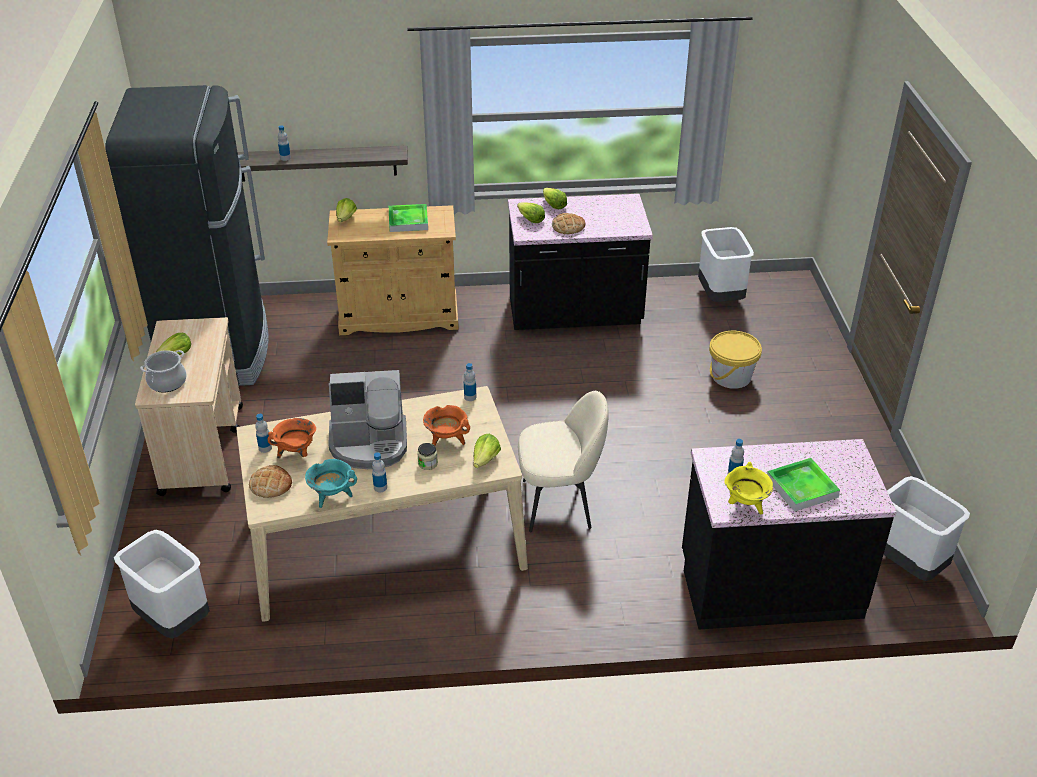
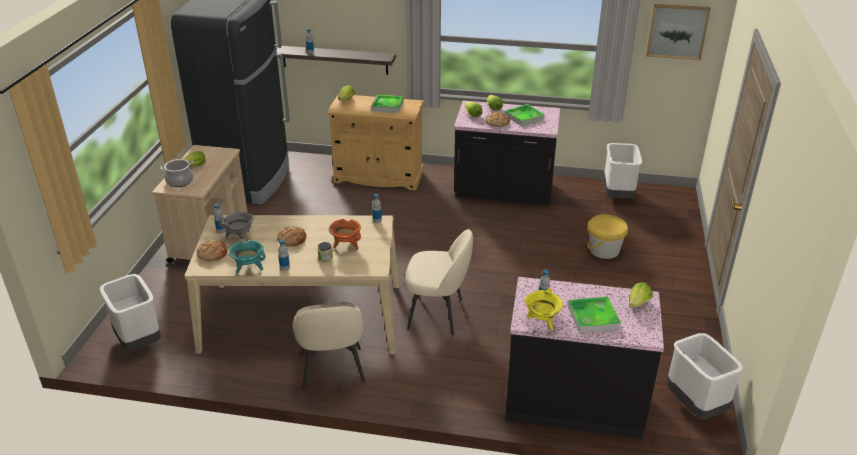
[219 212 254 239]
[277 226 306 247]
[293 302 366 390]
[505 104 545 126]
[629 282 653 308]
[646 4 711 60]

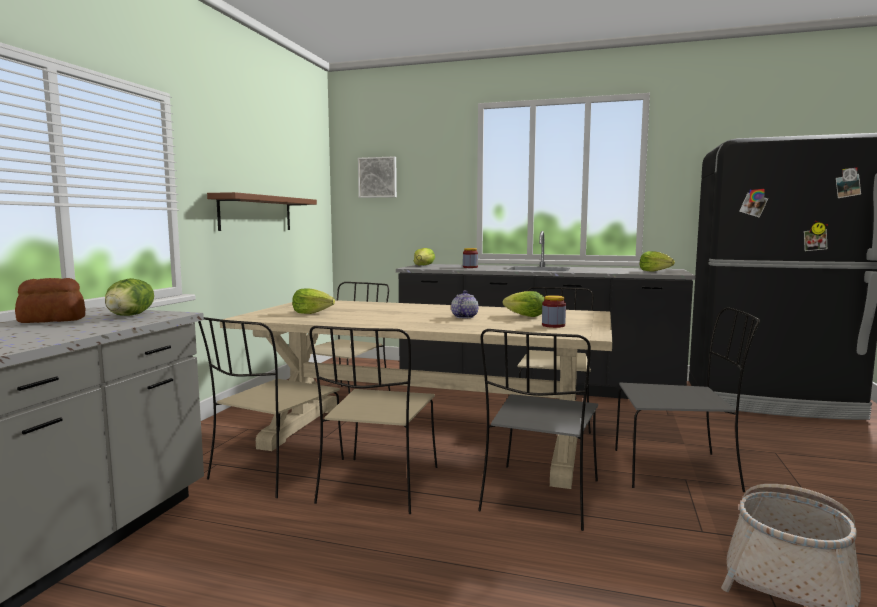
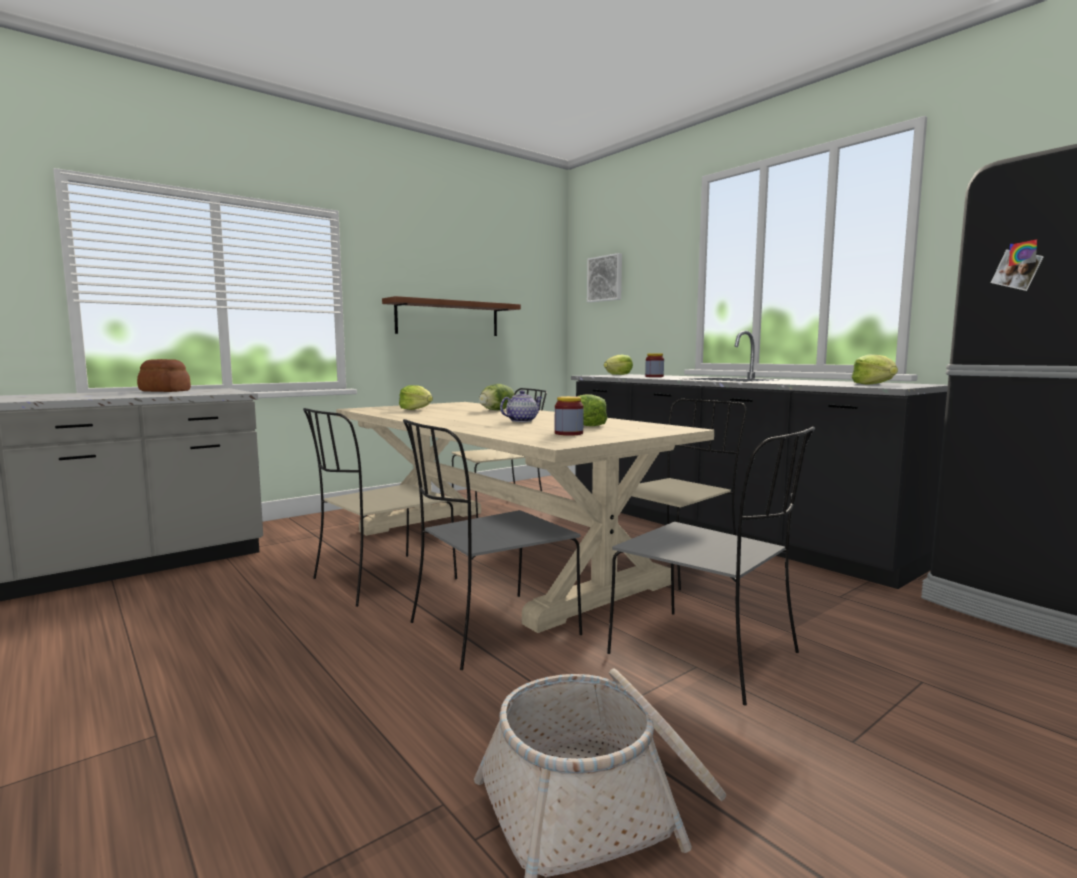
[479 384 514 410]
[198 317 344 498] (first image)

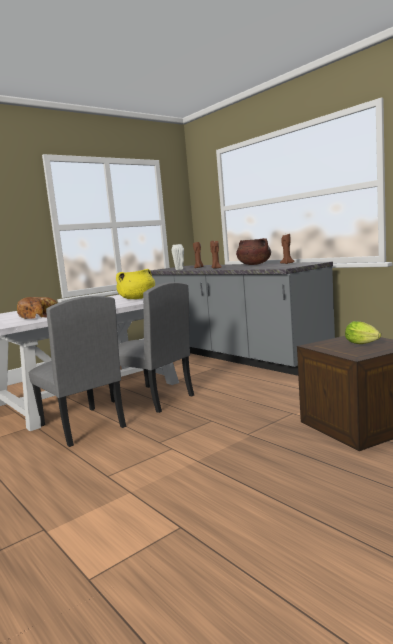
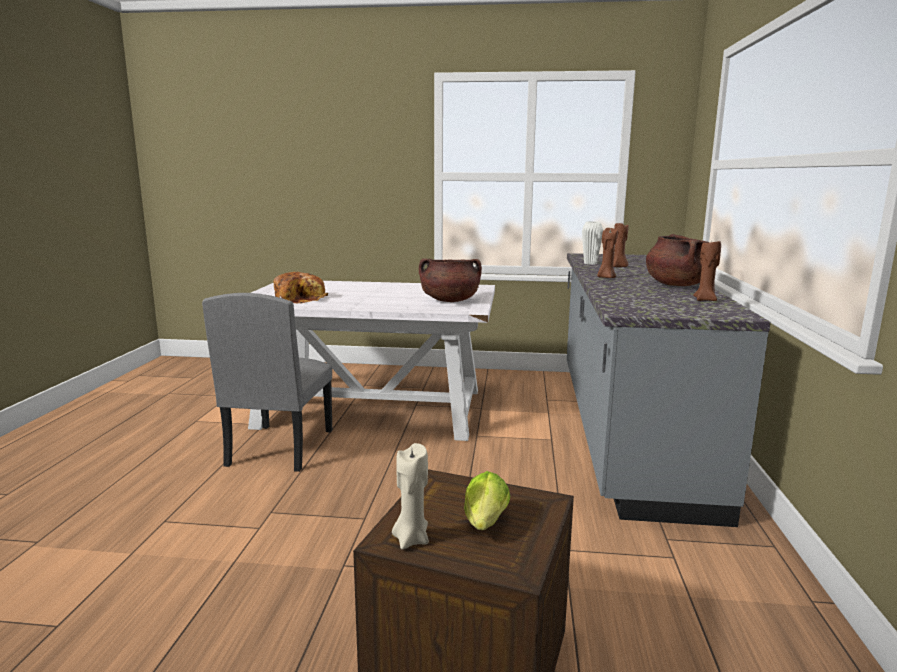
[392 443 429 549]
[419 258 482 302]
[109 282 194 413] (first image)

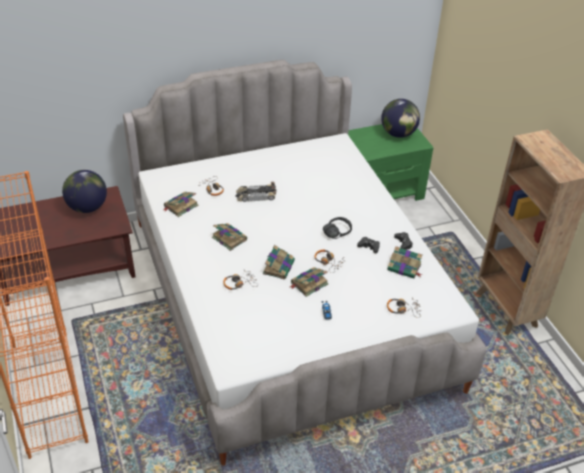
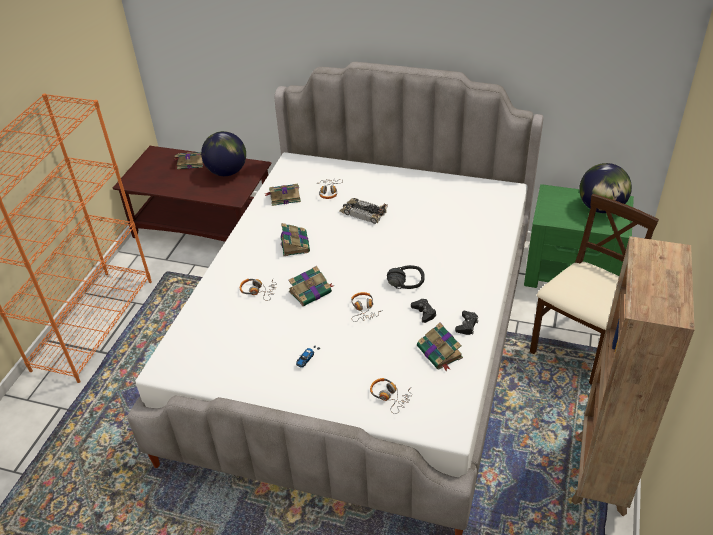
[174 152 203 169]
[530 194 659 385]

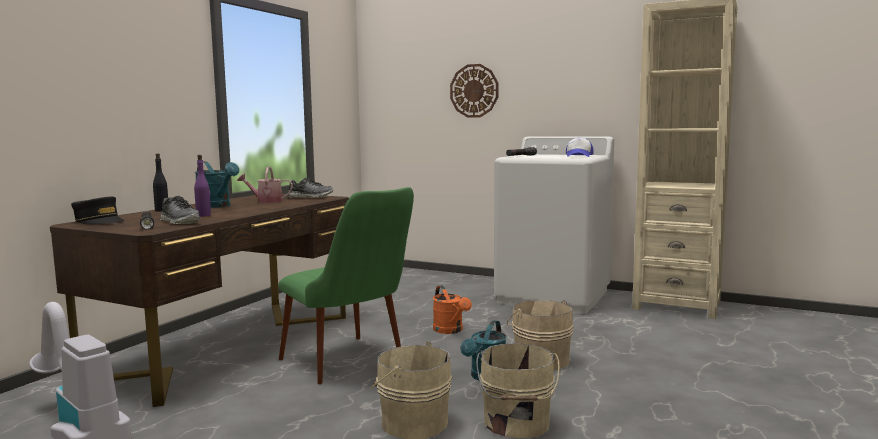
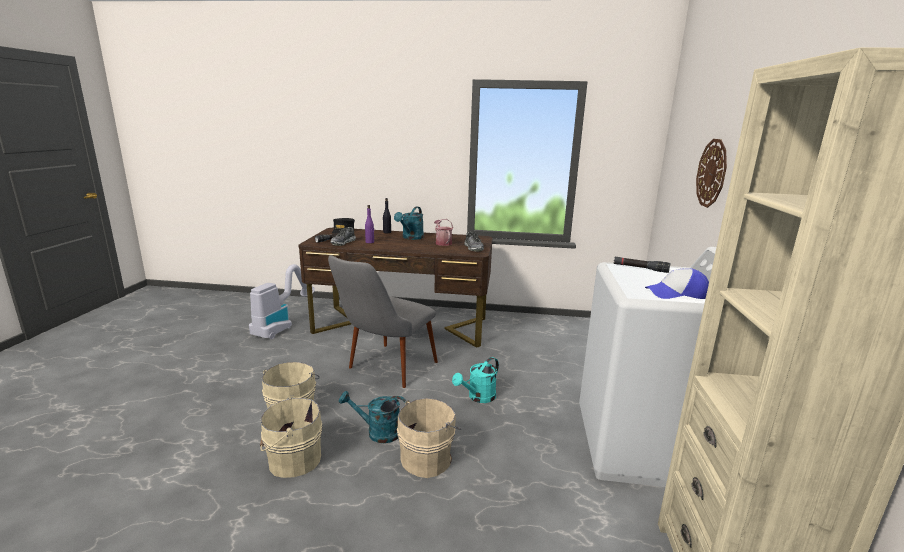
[328 255 438 388]
[452 357 499 403]

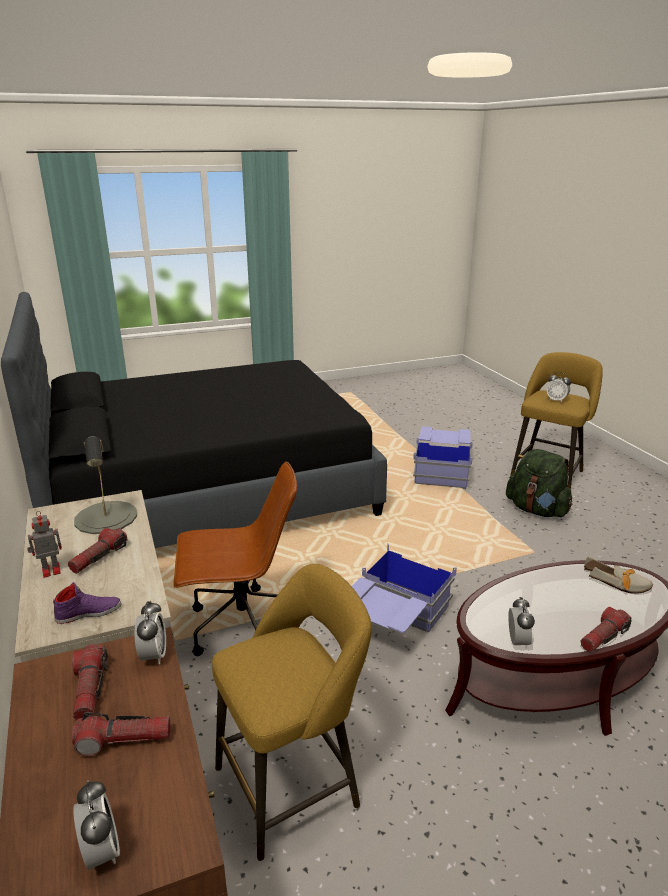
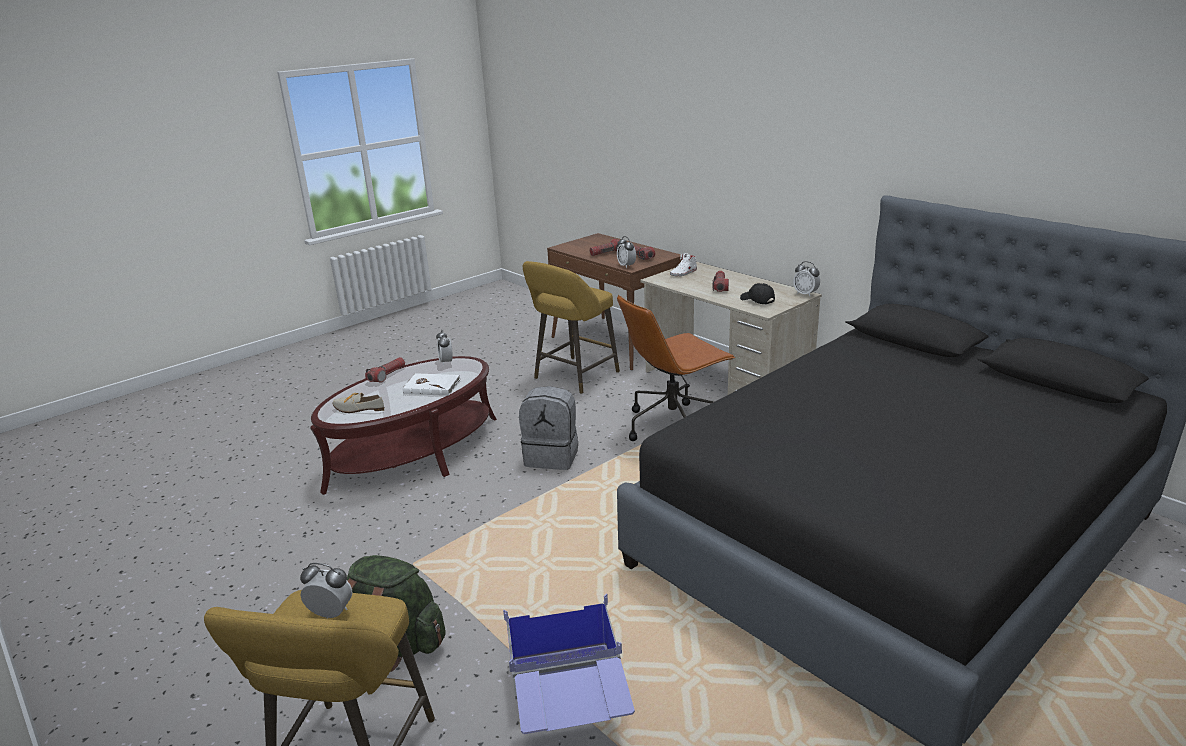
[402 373 460 396]
[519 386 578 470]
[670 253 697 276]
[740 283 775 304]
[793 261 820 296]
[27 511 62 578] (first image)

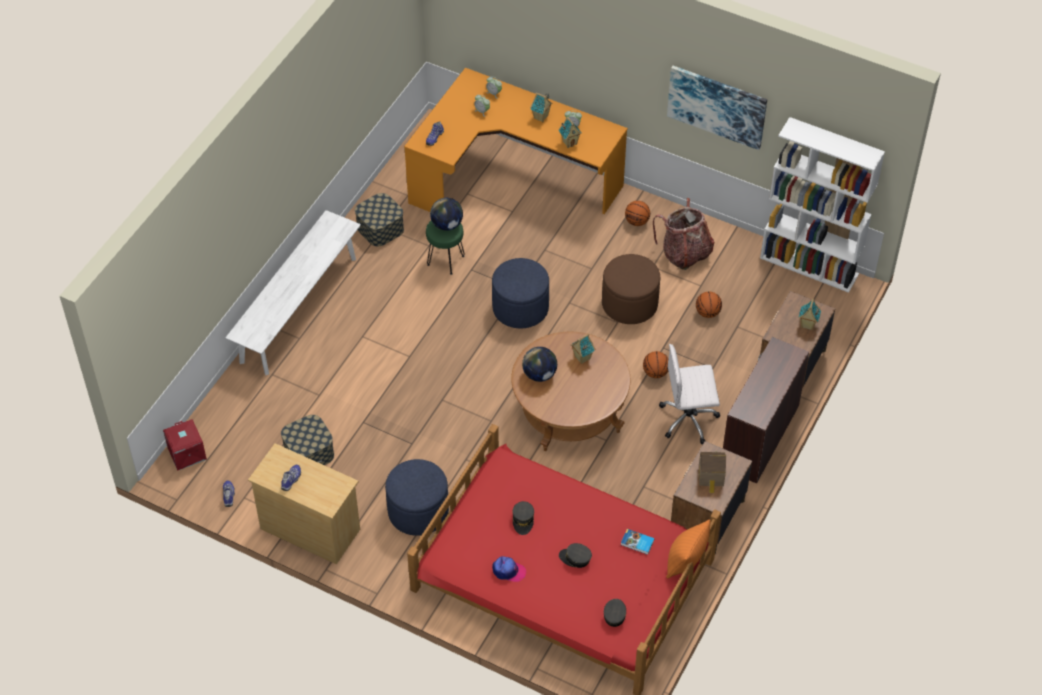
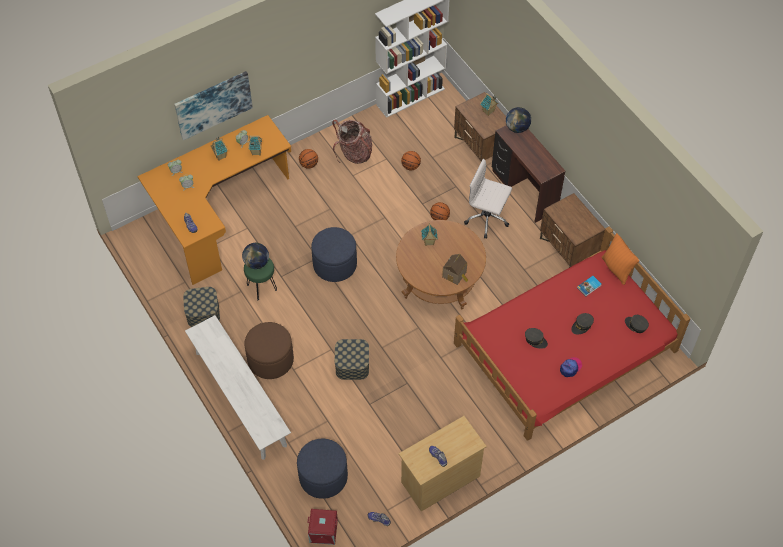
[174 71 253 140]
[244 322 294 379]
[297 439 348 499]
[335 339 369 380]
[442 254 468 285]
[464 159 512 239]
[506 107 531 133]

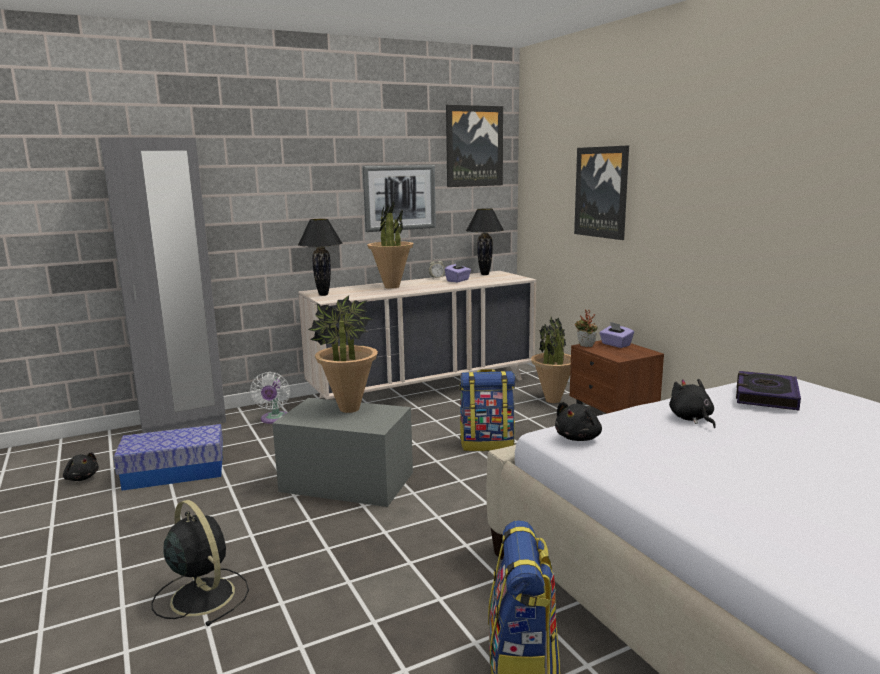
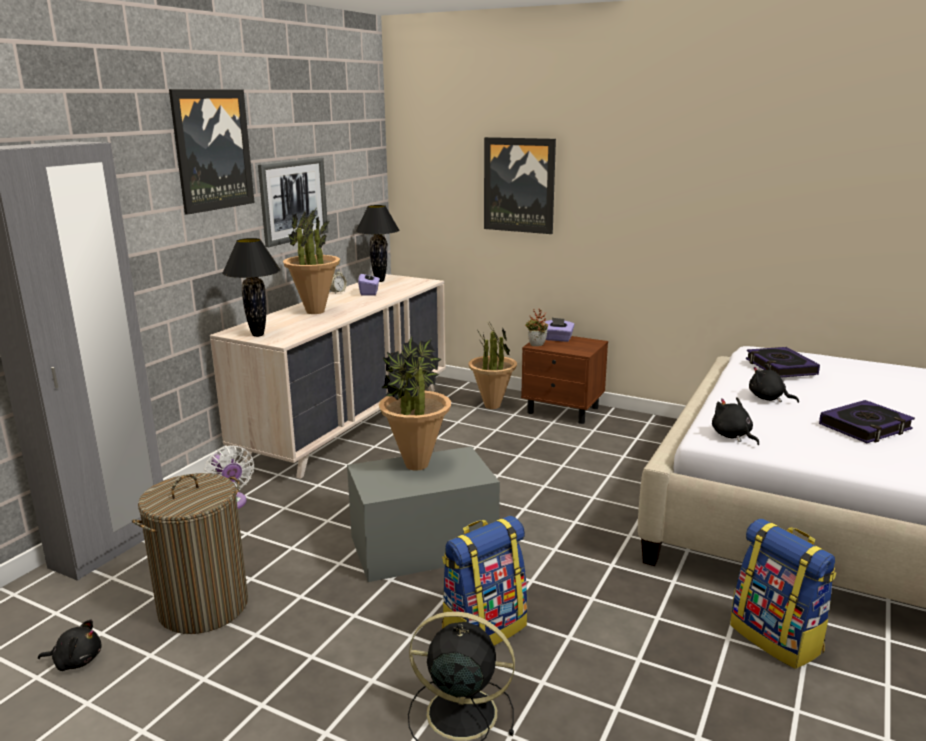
[132 473 248 634]
[169 89 255 215]
[442 516 528 646]
[712 397 759 445]
[819 400 915 443]

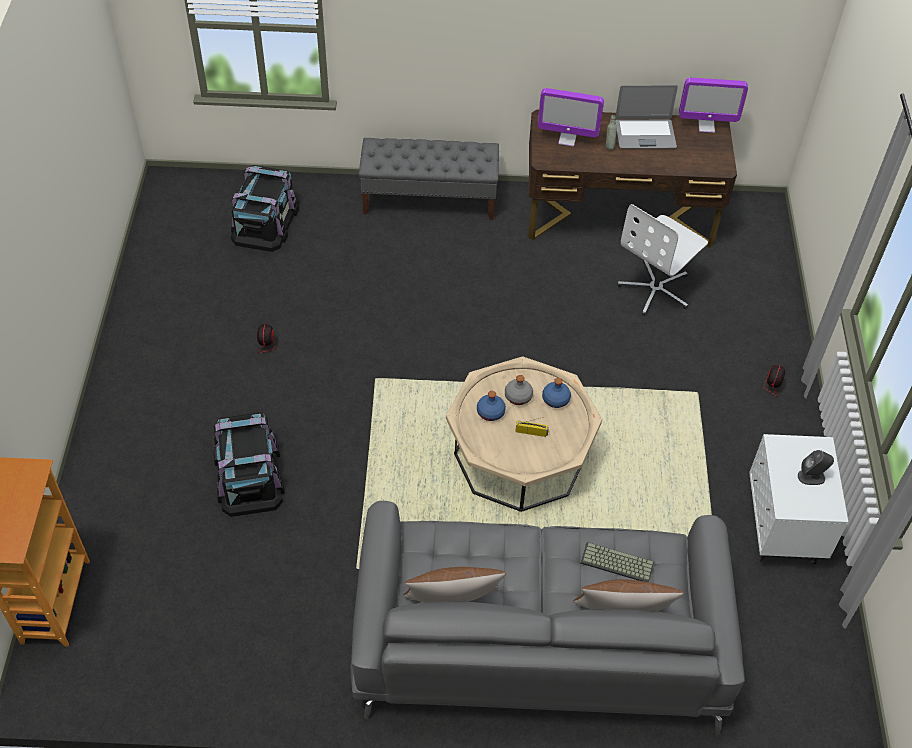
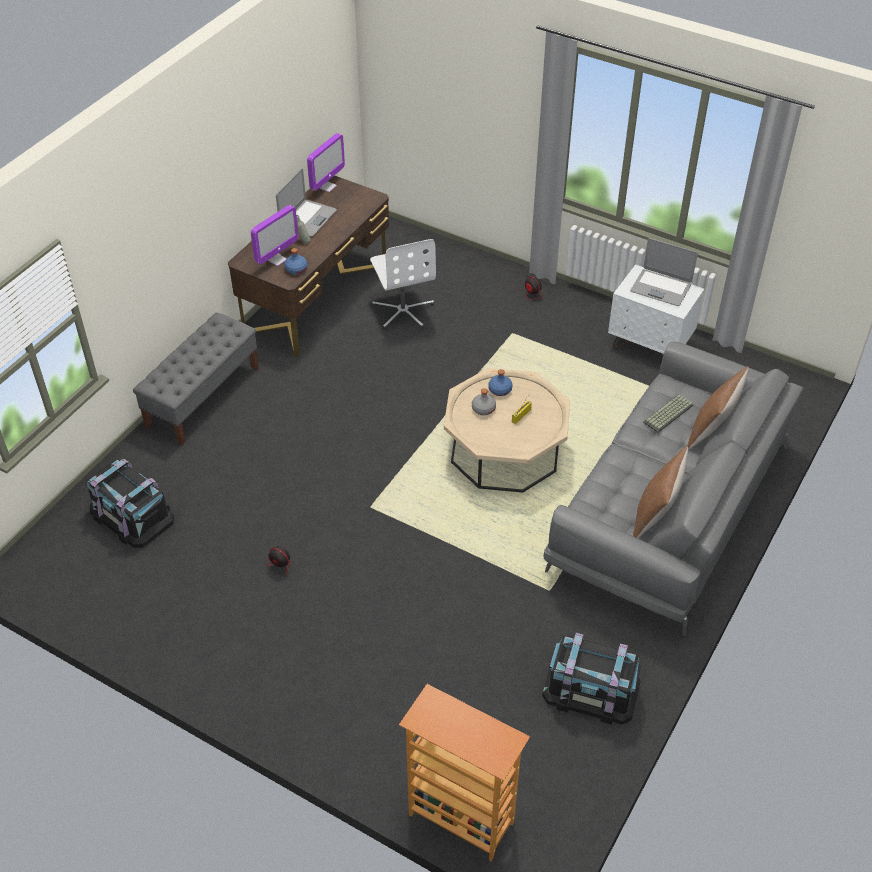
[284 248 307 274]
[542 632 641 725]
[630 238 698 306]

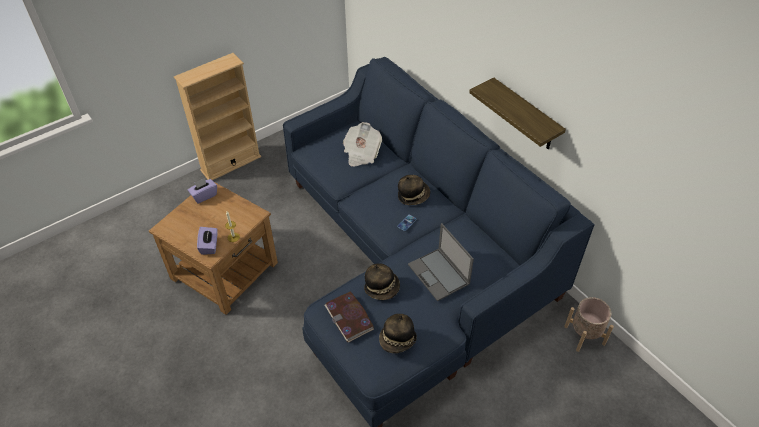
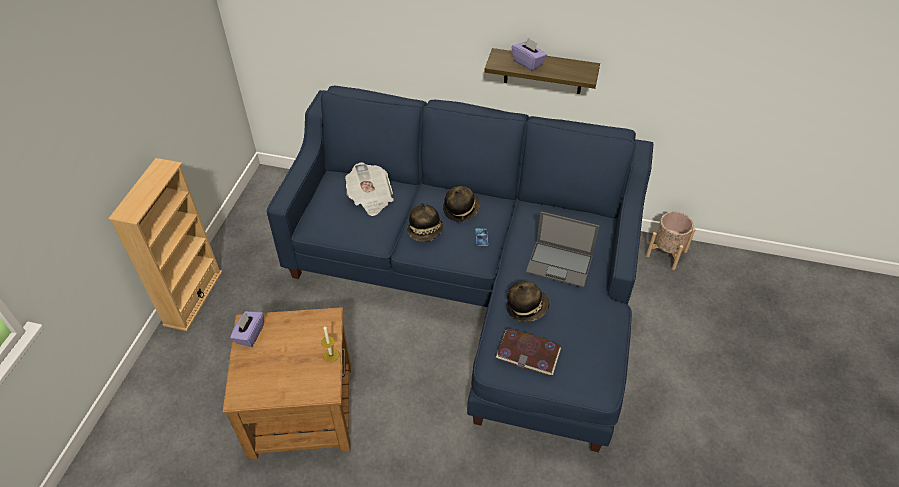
[407 203 444 242]
[511 38 547 71]

